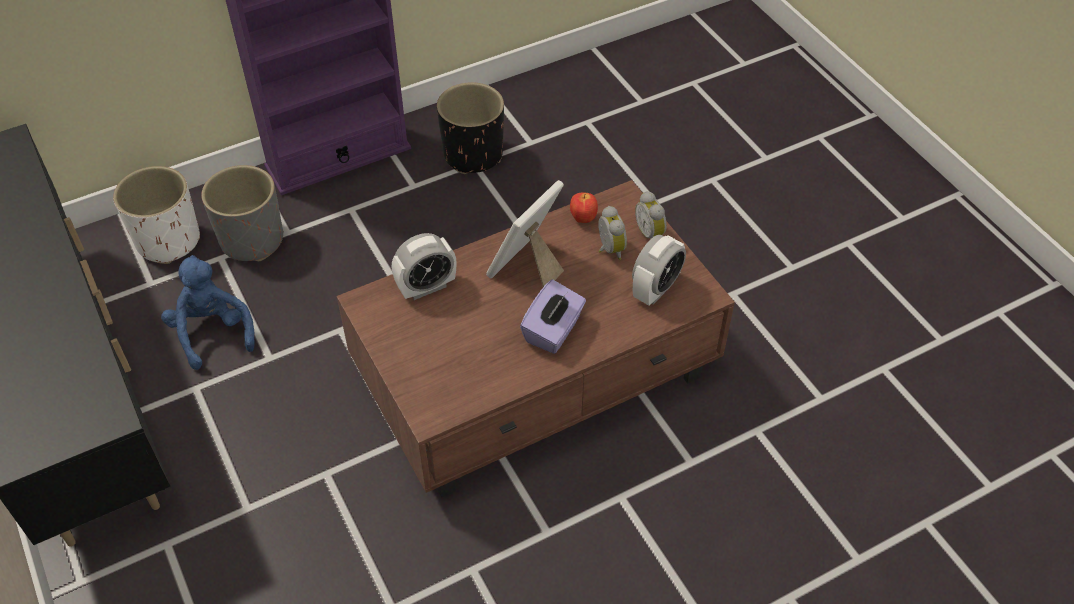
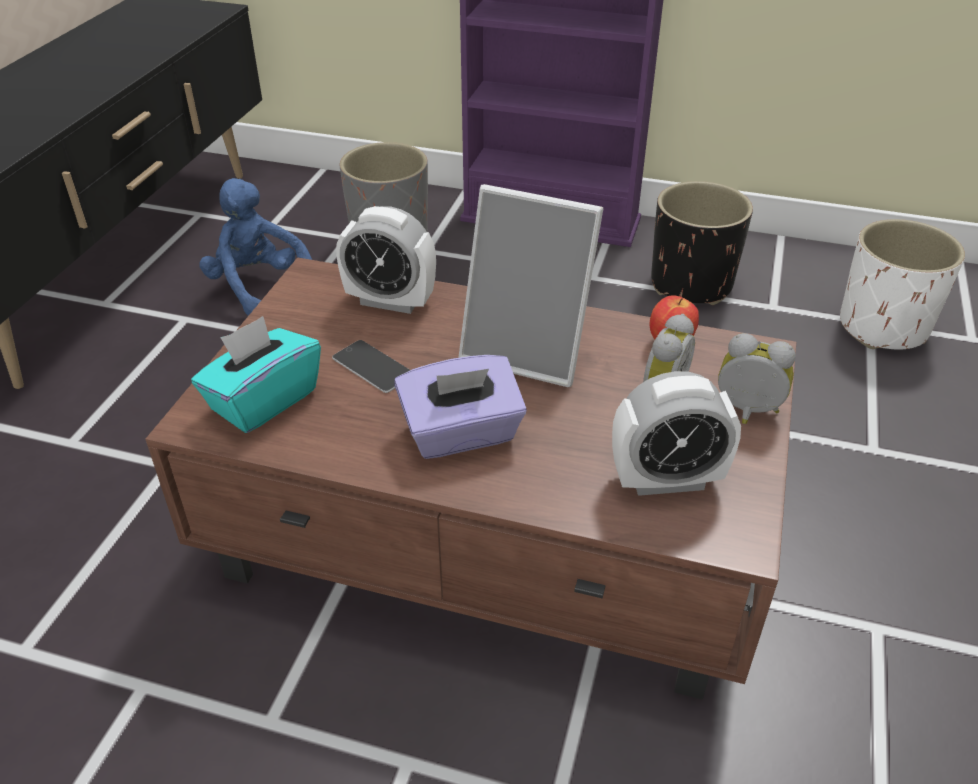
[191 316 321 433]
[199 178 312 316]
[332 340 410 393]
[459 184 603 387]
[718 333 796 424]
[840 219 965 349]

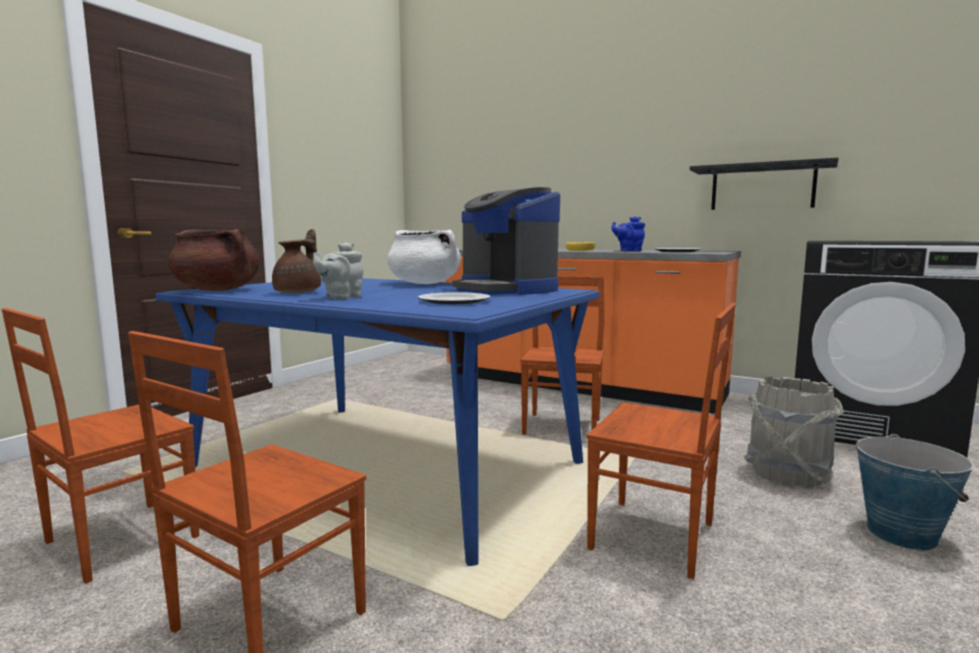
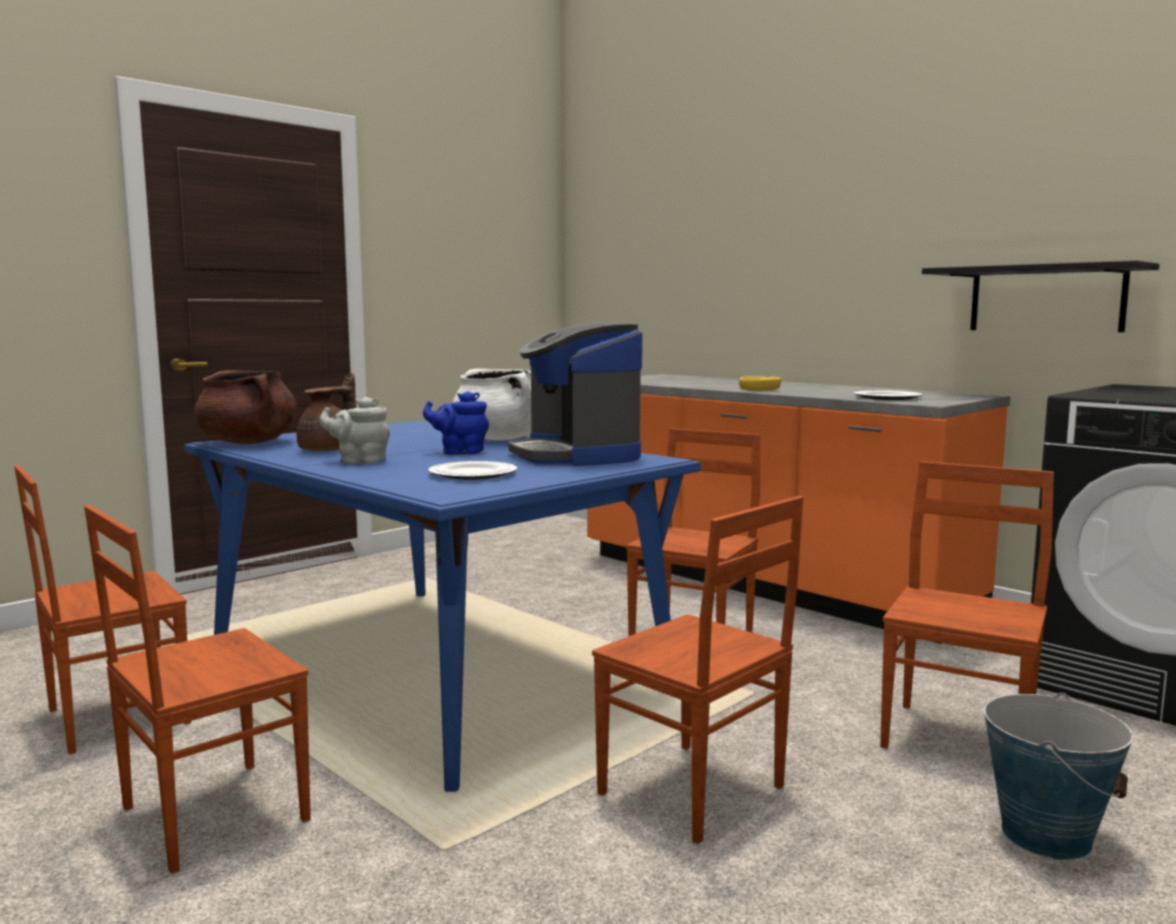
[319 397 390 464]
[423 391 489 455]
[880 461 1054 749]

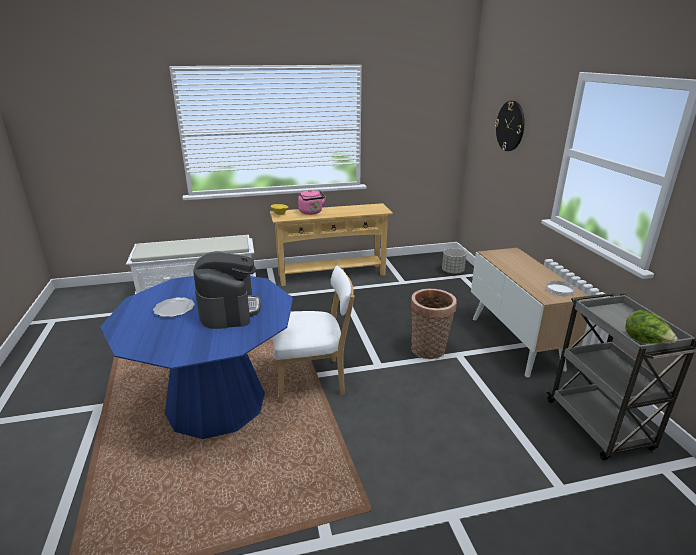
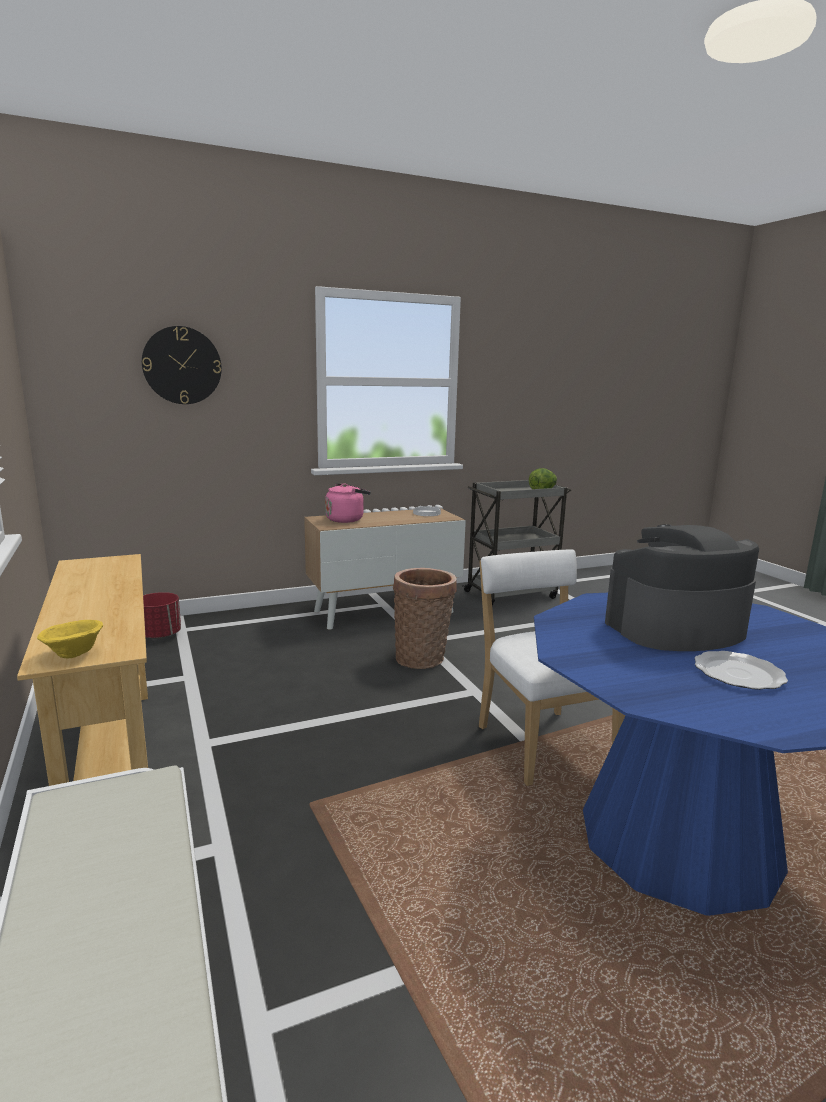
[143 592 181 639]
[325 483 371 523]

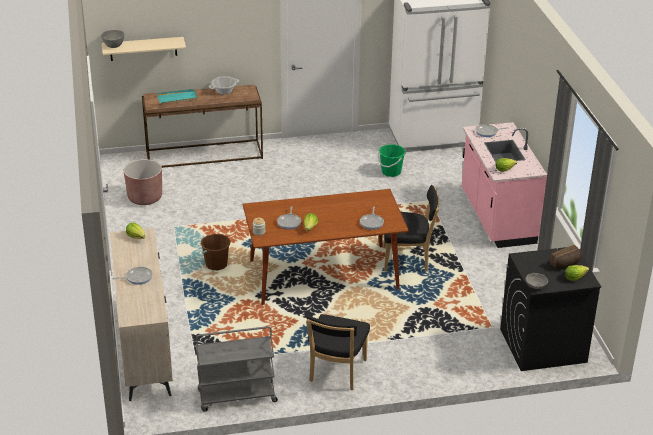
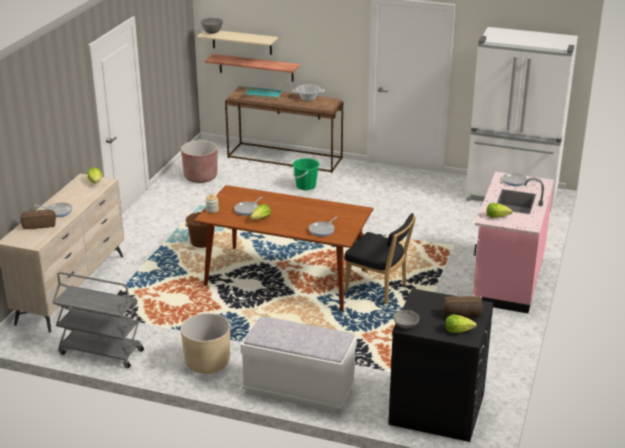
[21 210 56 229]
[181 313 230 374]
[205 54 300 82]
[240 316 357 412]
[293 158 320 190]

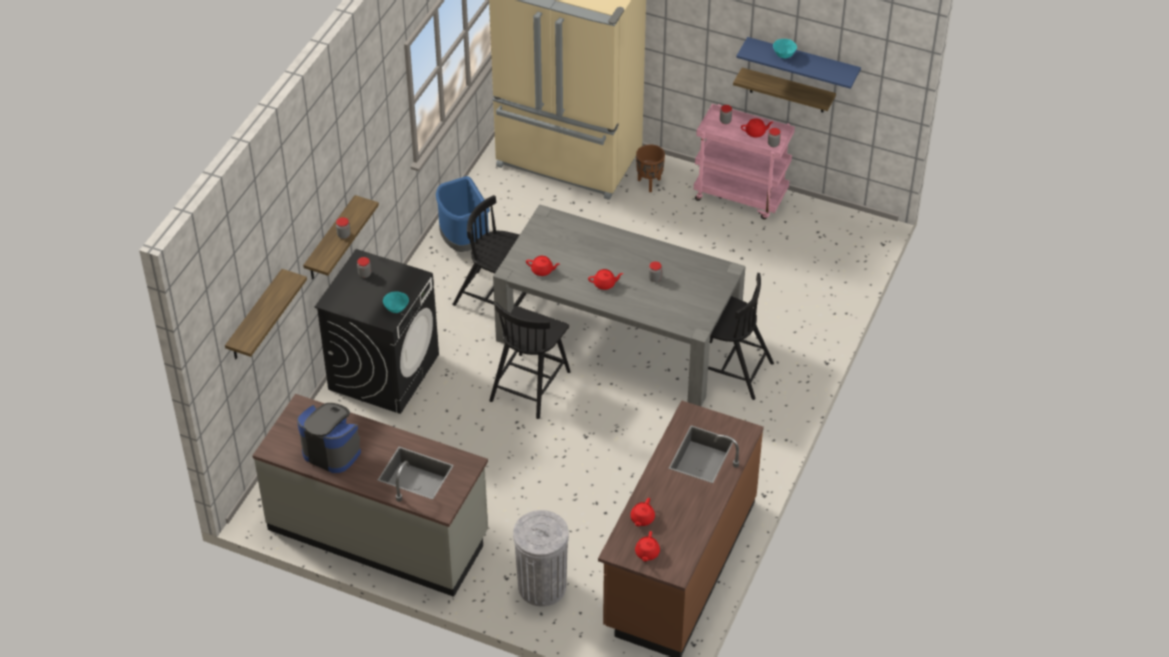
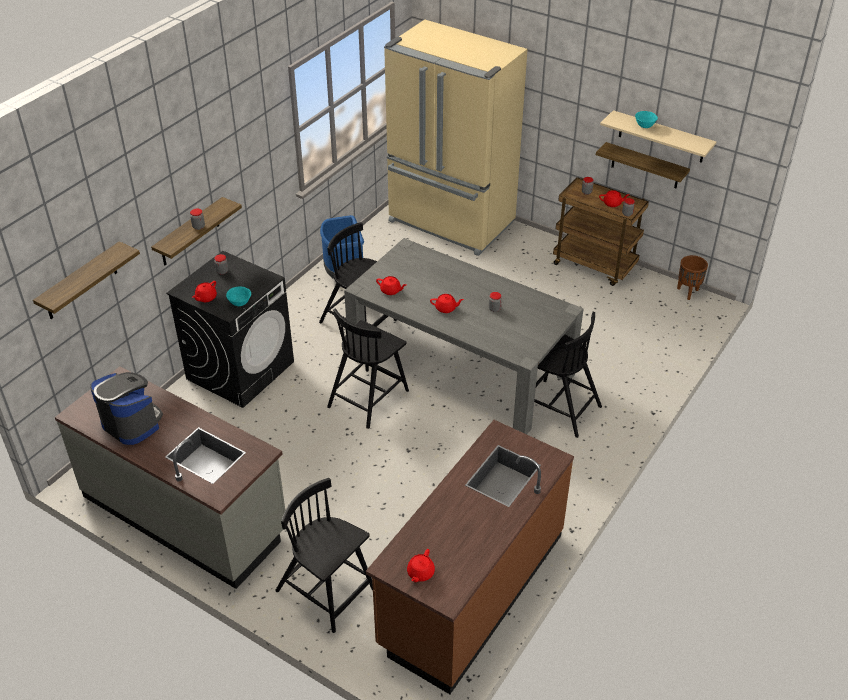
[193 281 217 302]
[275 478 373 633]
[553 177 649 286]
[600 110 716 163]
[677 255 708 300]

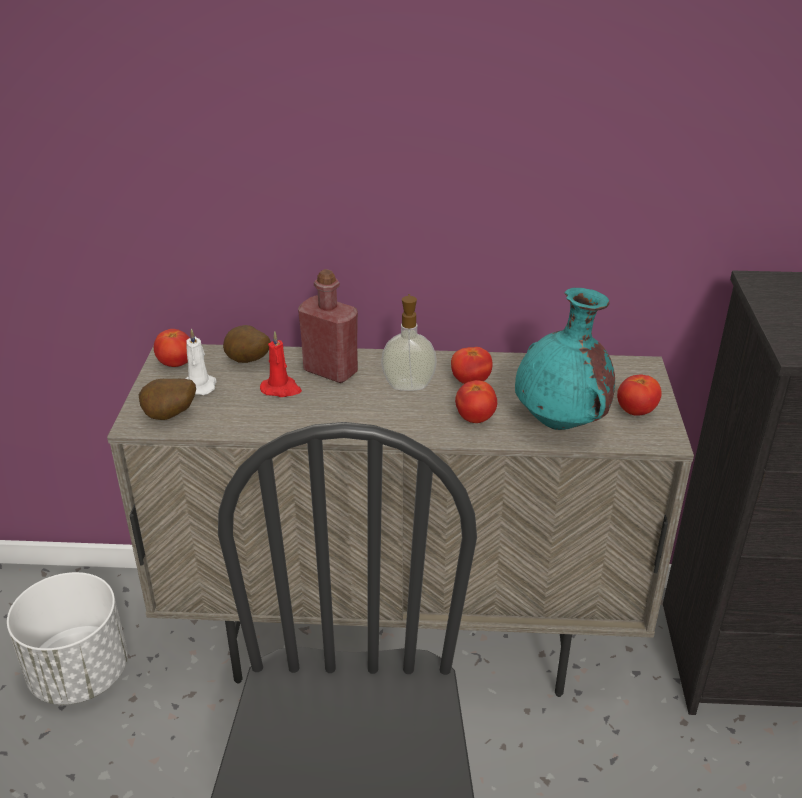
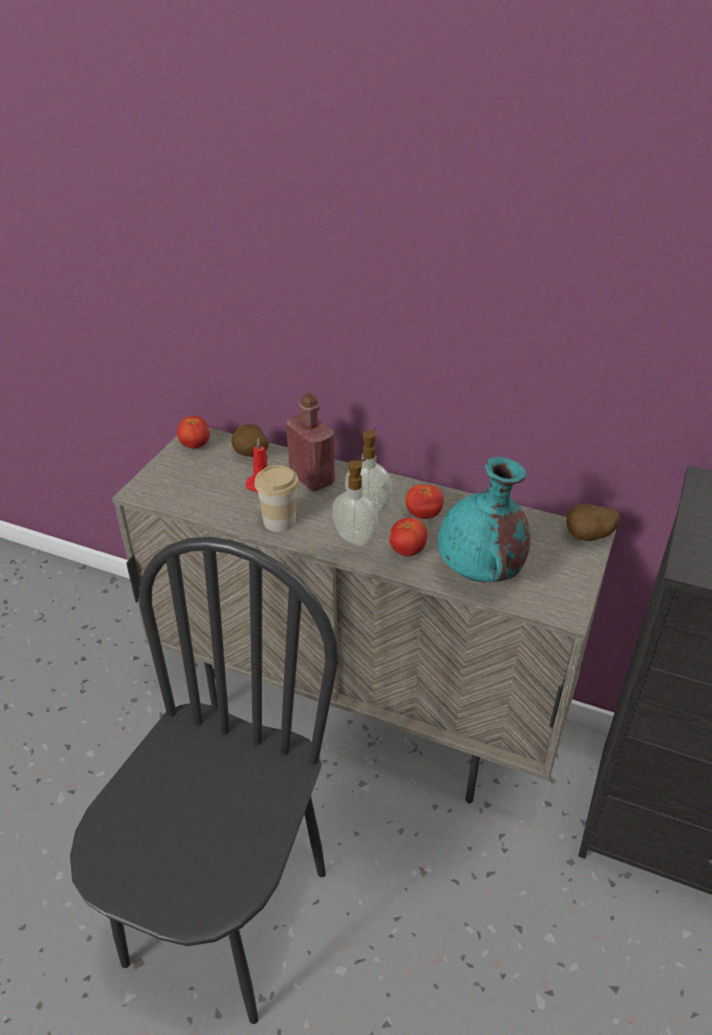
[254 465 299 532]
[332 459 378 546]
[566 504 620 541]
[7 572 128 705] (first image)
[186 328 217 395] (first image)
[617 375 662 416] (first image)

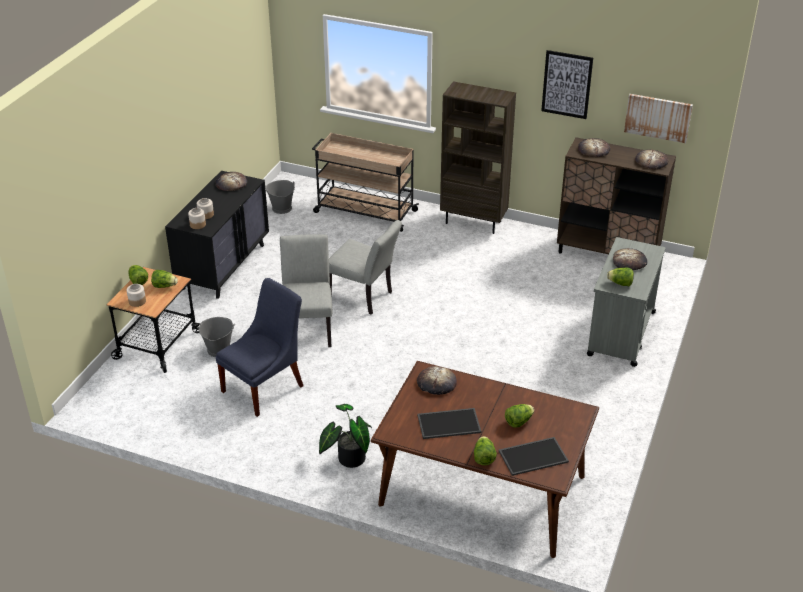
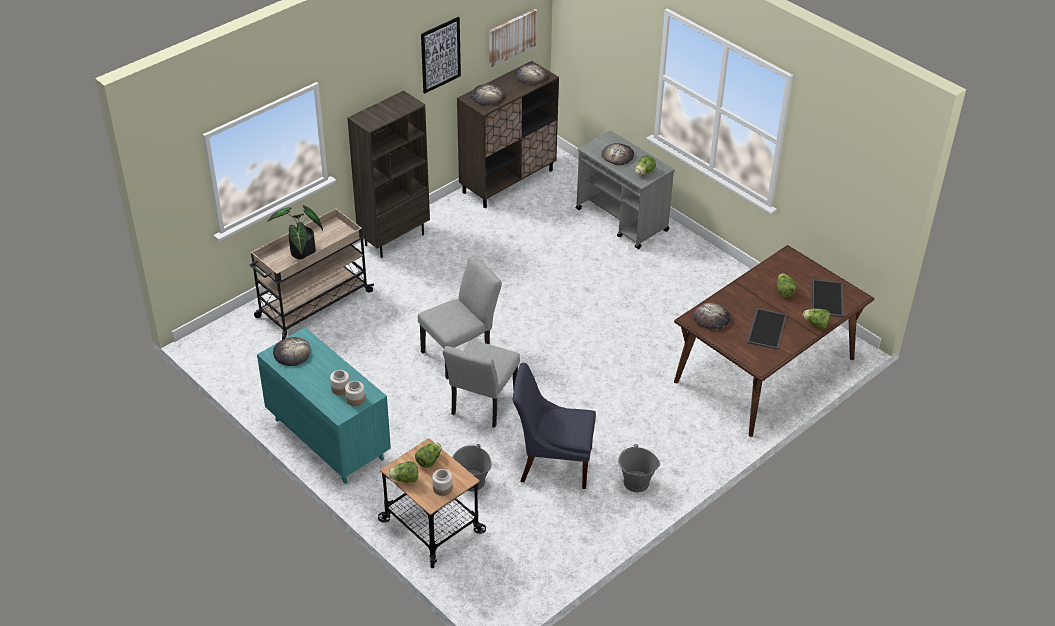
[257 327 391 484]
[267 205 323 260]
[443 339 520 428]
[513 363 596 489]
[618 444 660 492]

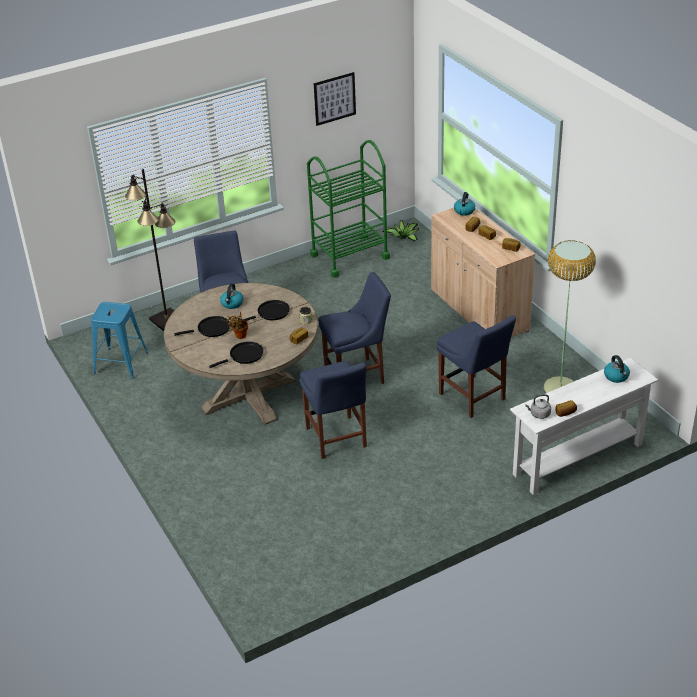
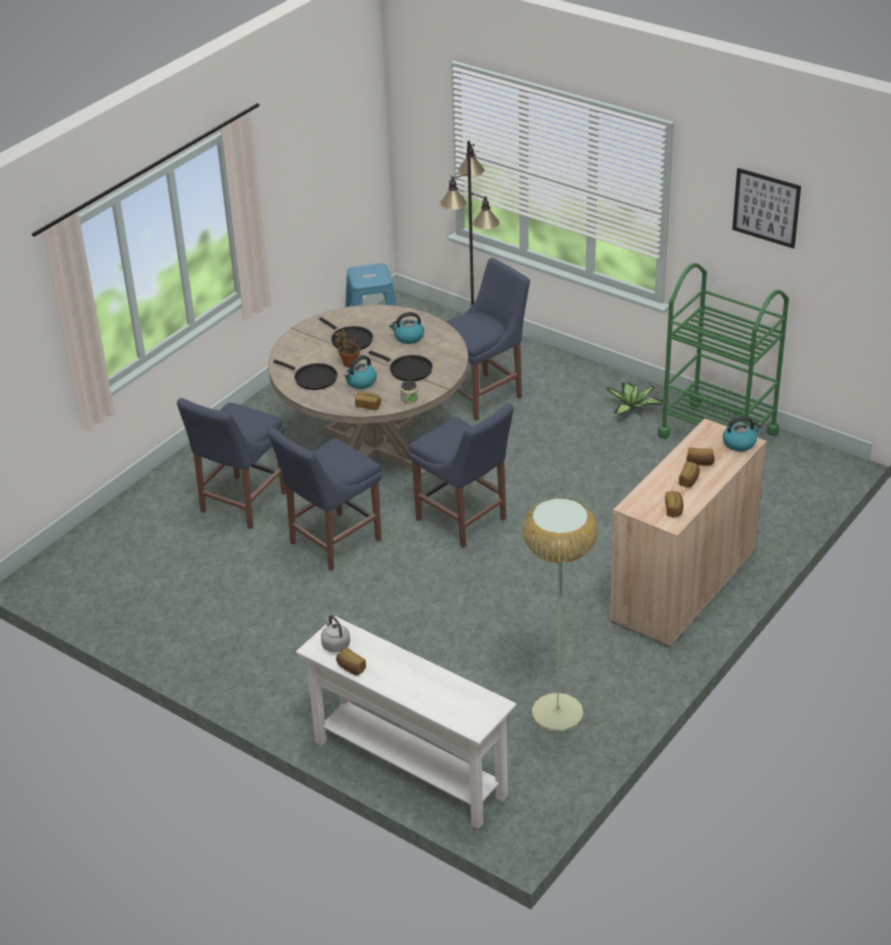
[177 398 286 529]
[344 355 377 389]
[606 383 663 415]

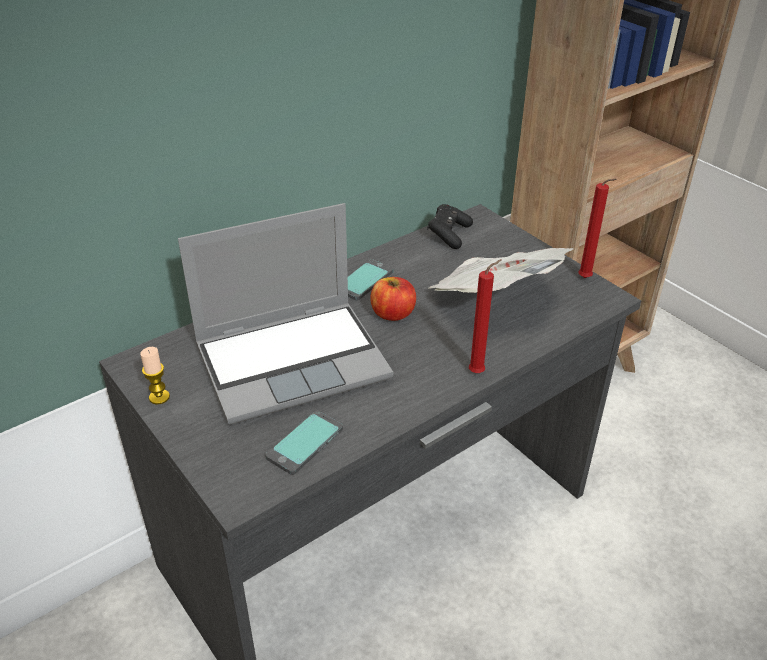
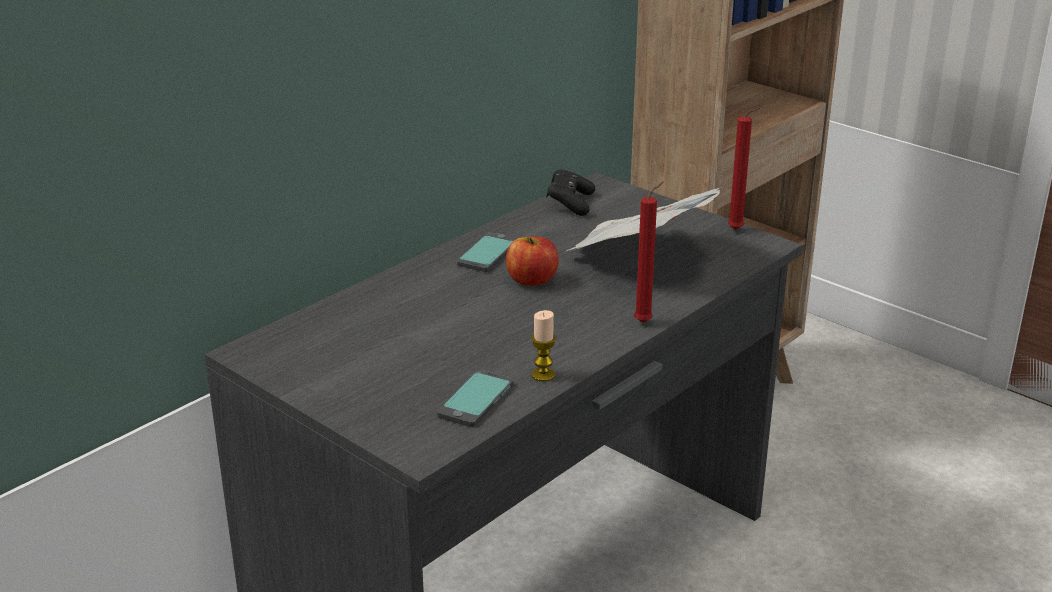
[531 310 556 382]
[178 203 393 425] (first image)

